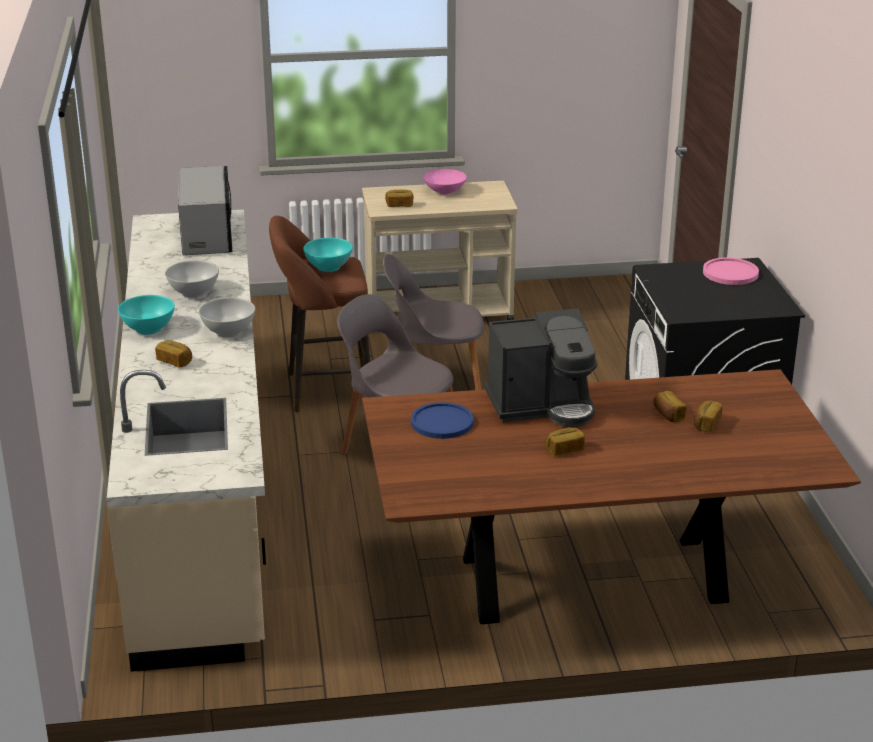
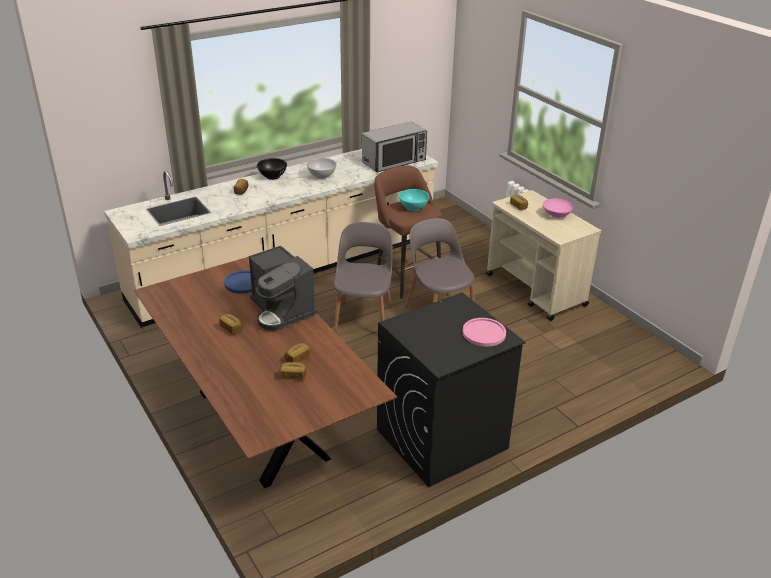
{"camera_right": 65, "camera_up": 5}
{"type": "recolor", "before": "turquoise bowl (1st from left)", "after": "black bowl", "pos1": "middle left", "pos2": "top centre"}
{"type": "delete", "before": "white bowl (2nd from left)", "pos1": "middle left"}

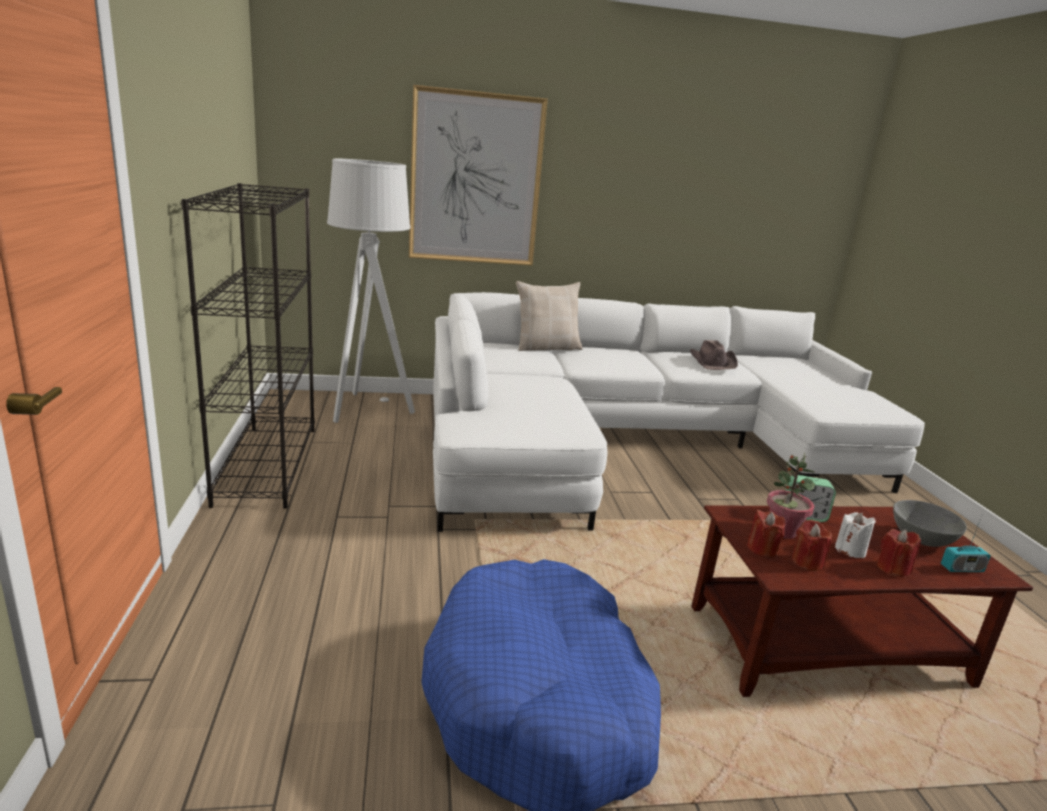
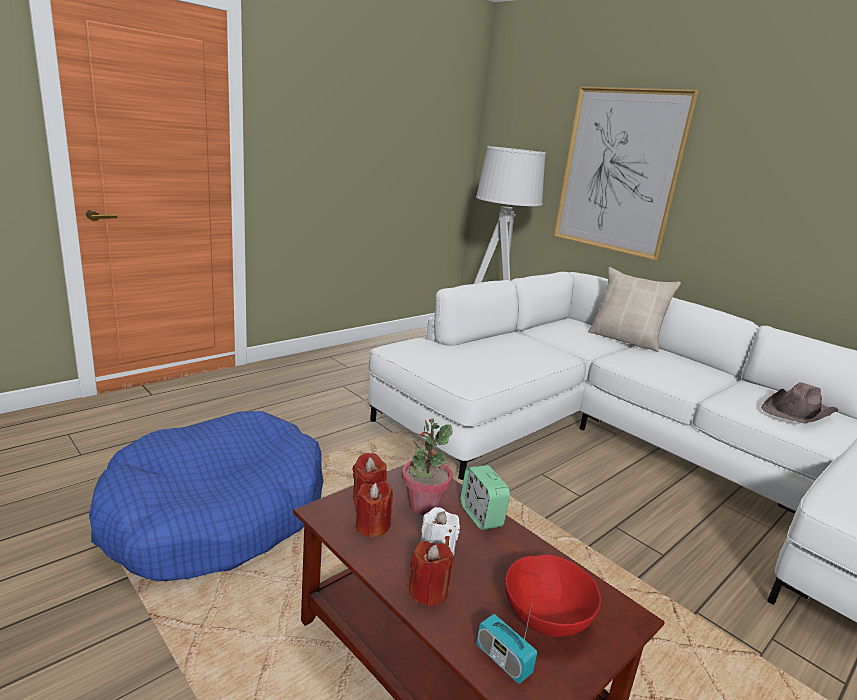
{"camera_right": 55, "camera_up": 0}
{"type": "delete", "before": "black bookcase", "pos1": "middle left"}
{"type": "recolor", "before": "grey bowl", "after": "red bowl", "pos1": "middle right", "pos2": "bottom centre"}

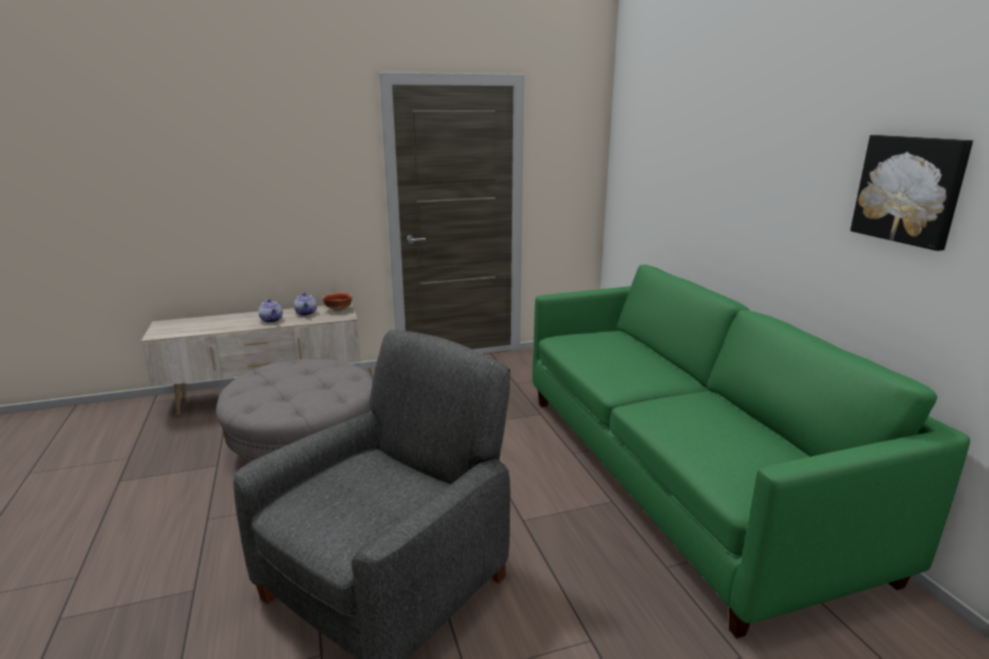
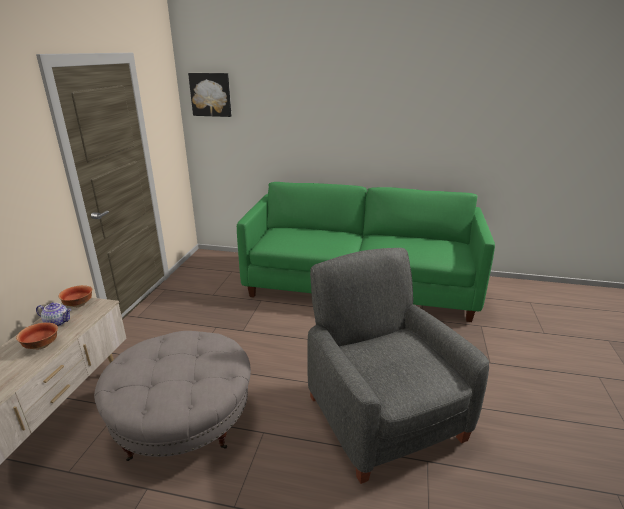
{"camera_right": -60, "camera_up": 5}
{"type": "replace", "before": "teapot (1st from left)", "after": "bowl (1st from left)", "pos1": "middle left", "pos2": "middle left"}
{"type": "move", "before": "picture", "pos1": "top right", "pos2": "top centre"}

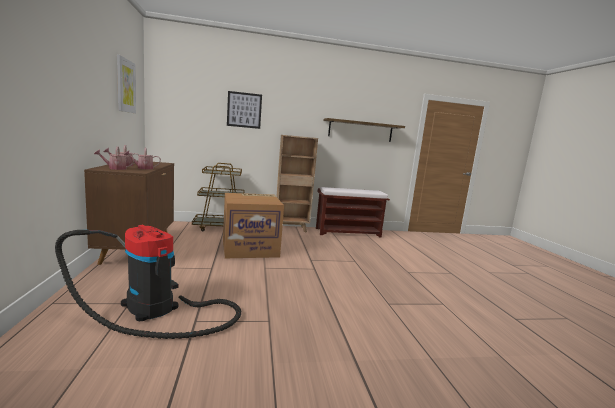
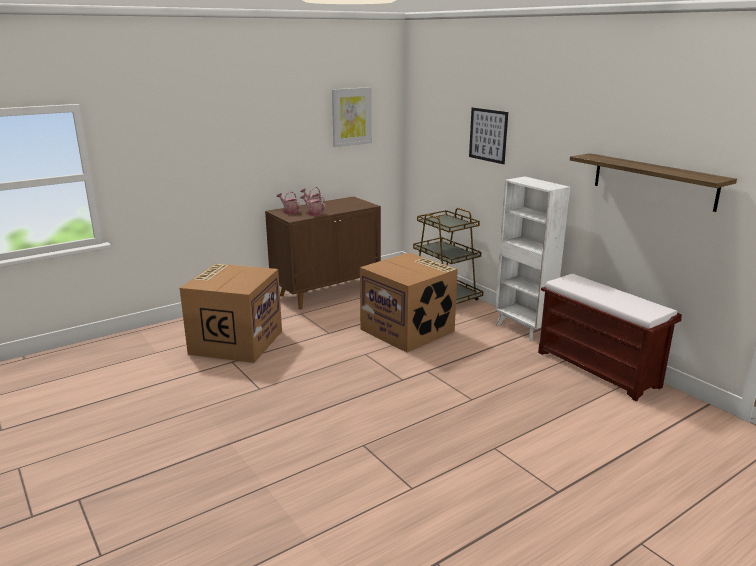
{"camera_right": 65, "camera_up": 10}
{"type": "replace", "before": "vacuum cleaner", "after": "cardboard box (1st from left)", "pos1": "bottom left", "pos2": "middle left"}
{"type": "recolor", "before": "brown bookcase", "after": "white bookcase", "pos1": "centre", "pos2": "middle right"}

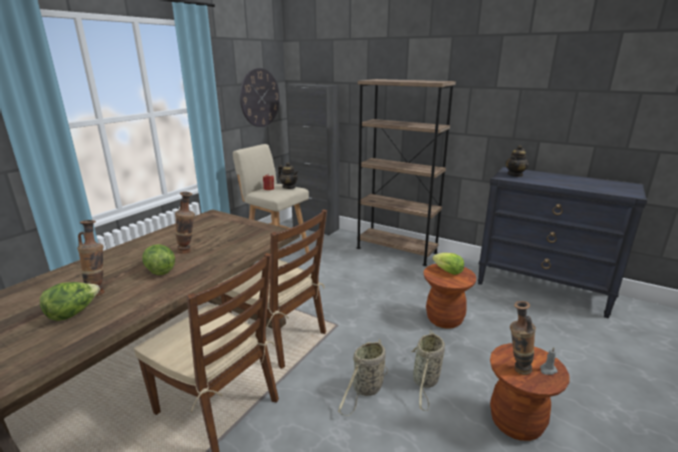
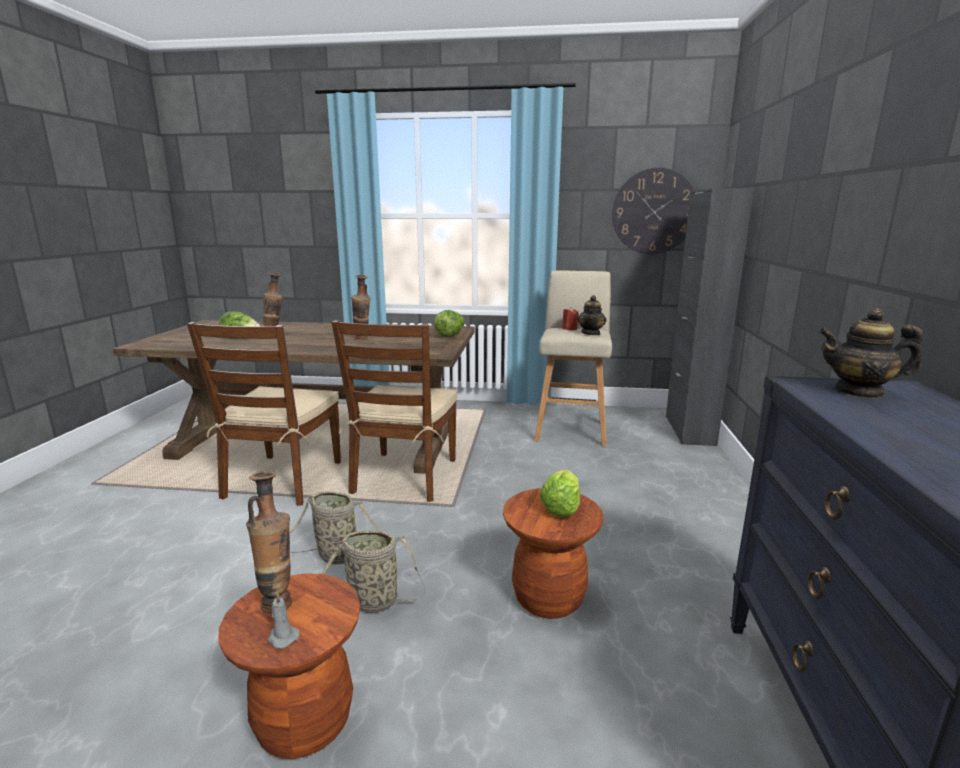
{"camera_right": 65, "camera_up": -5}
{"type": "move", "before": "lettuce (2nd from left)", "pos1": "middle left", "pos2": "centre"}
{"type": "delete", "before": "brown bookcase", "pos1": "centre"}

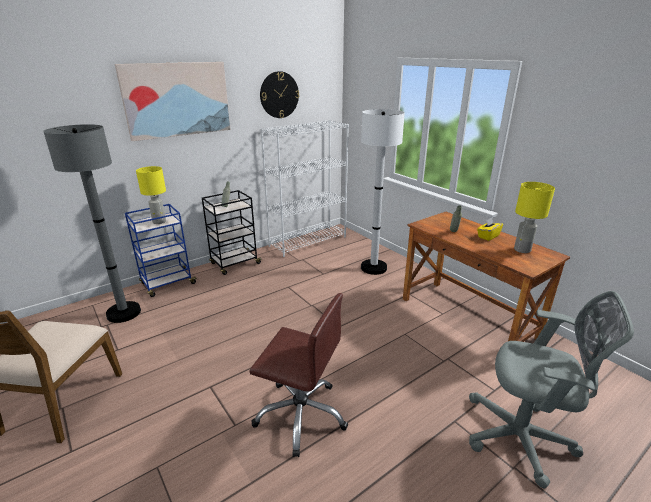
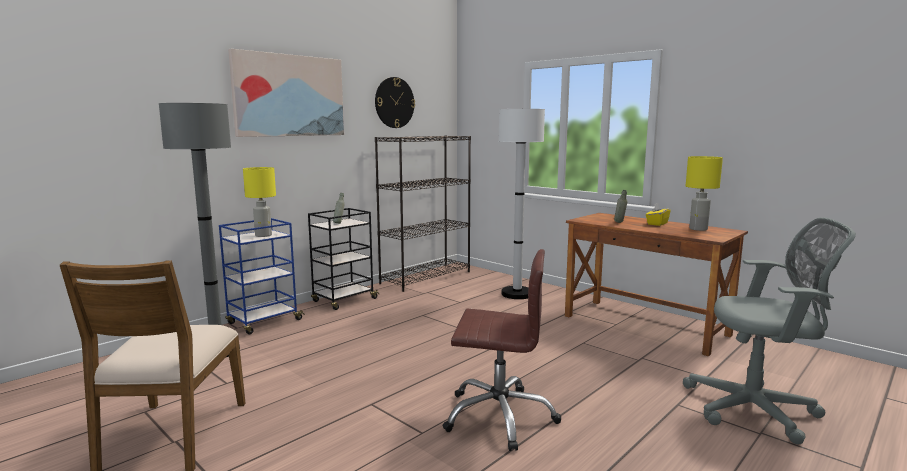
{"camera_right": -10, "camera_up": -15}
{"type": "recolor", "before": "white bookcase", "after": "black bookcase", "pos1": "centre", "pos2": "centre"}

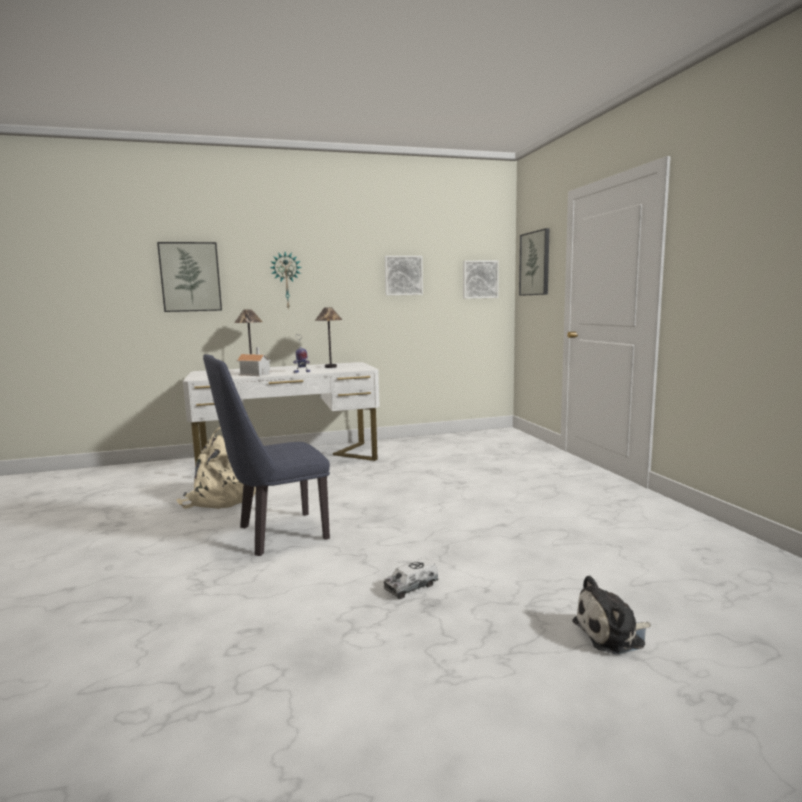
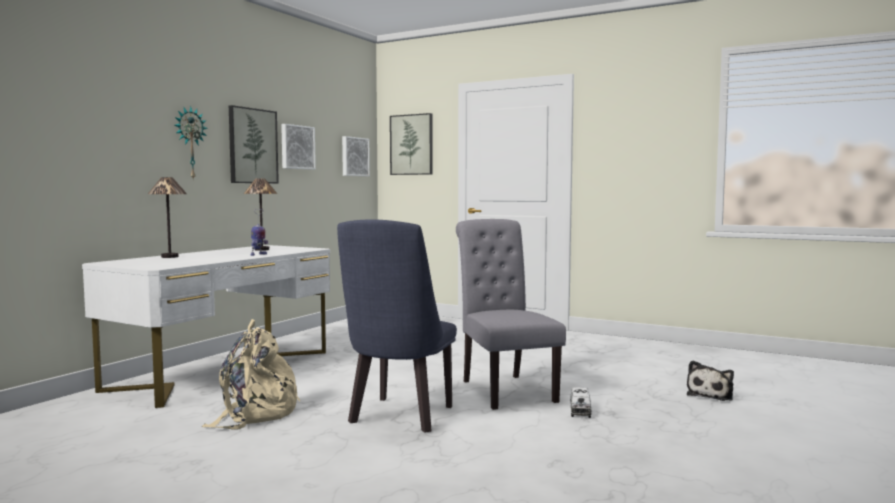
{"camera_right": -45, "camera_up": -5}
{"type": "move", "before": "picture (1st from left)", "pos1": "middle left", "pos2": "top left"}
{"type": "delete", "before": "toy house", "pos1": "middle left"}
{"type": "insert", "after": "grey chair", "pos2": "centre"}

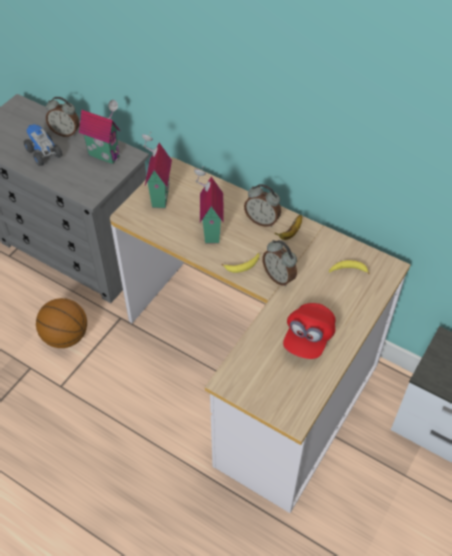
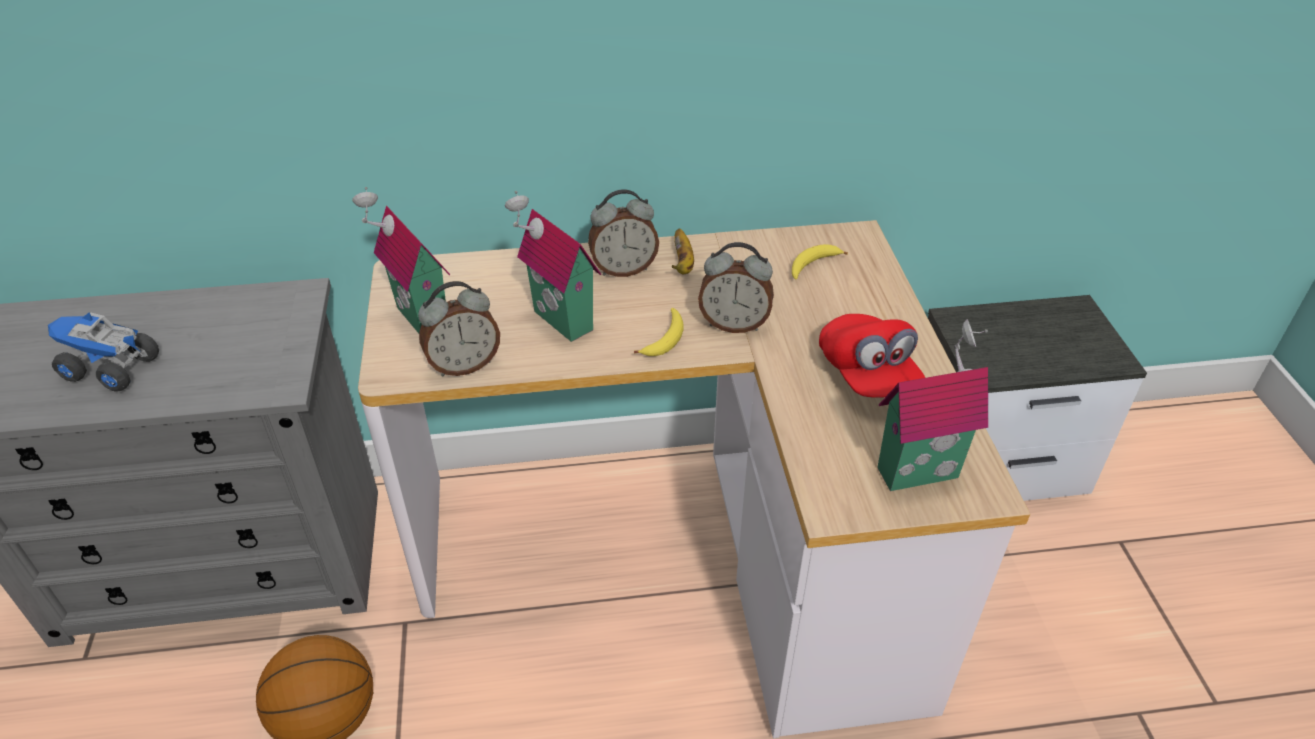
{"camera_right": -40, "camera_up": -10}
{"type": "move", "before": "alarm clock (1st from left)", "pos1": "top left", "pos2": "centre"}
{"type": "move", "before": "toy house (1st from left in the first image)", "after": "toy house (3rd from left)", "pos1": "top left", "pos2": "middle right"}

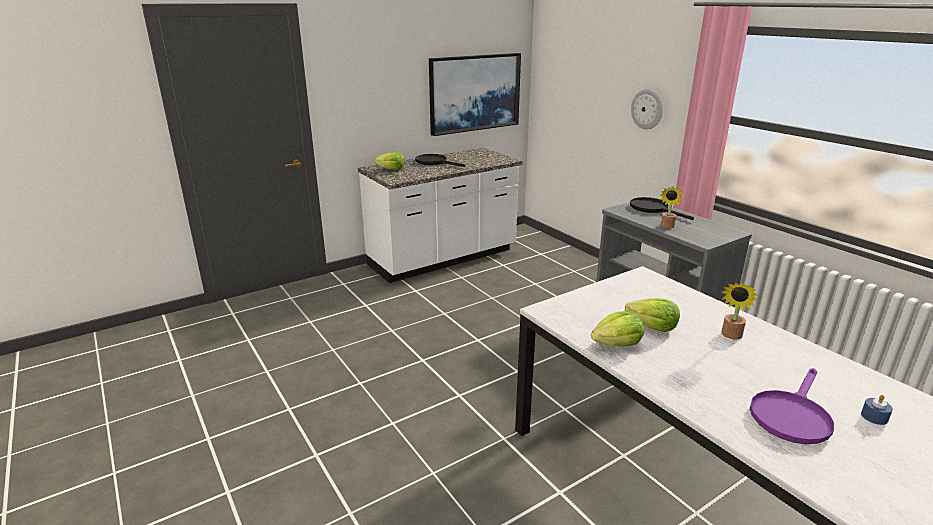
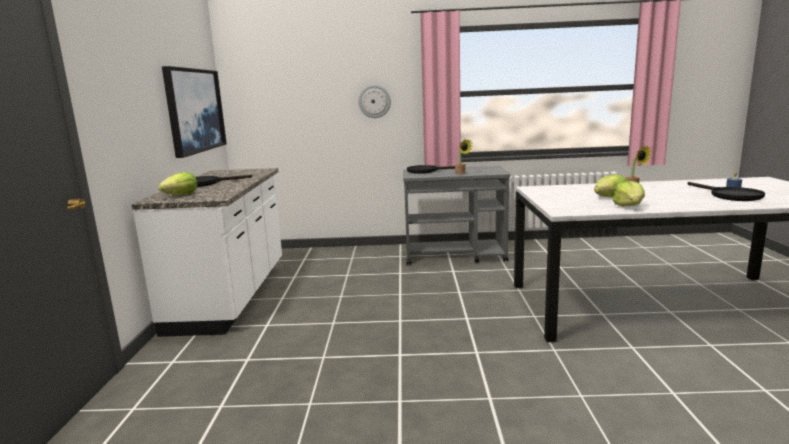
{"camera_right": -55, "camera_up": -10}
{"type": "recolor", "before": "purple frying pan", "after": "black frying pan (3rd from left)", "pos1": "bottom right", "pos2": "middle right"}

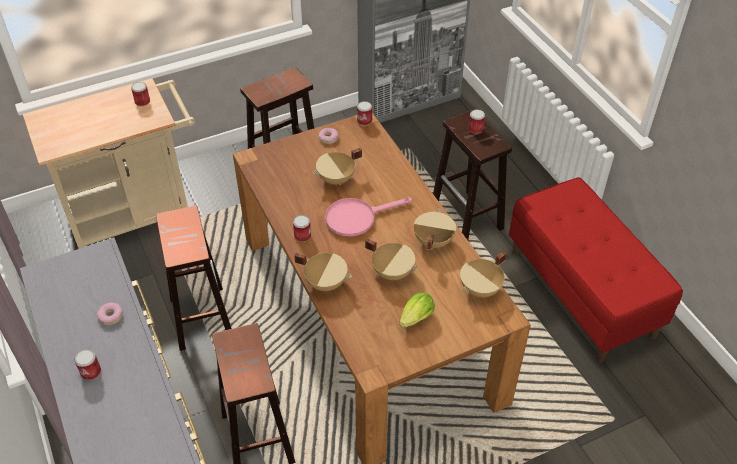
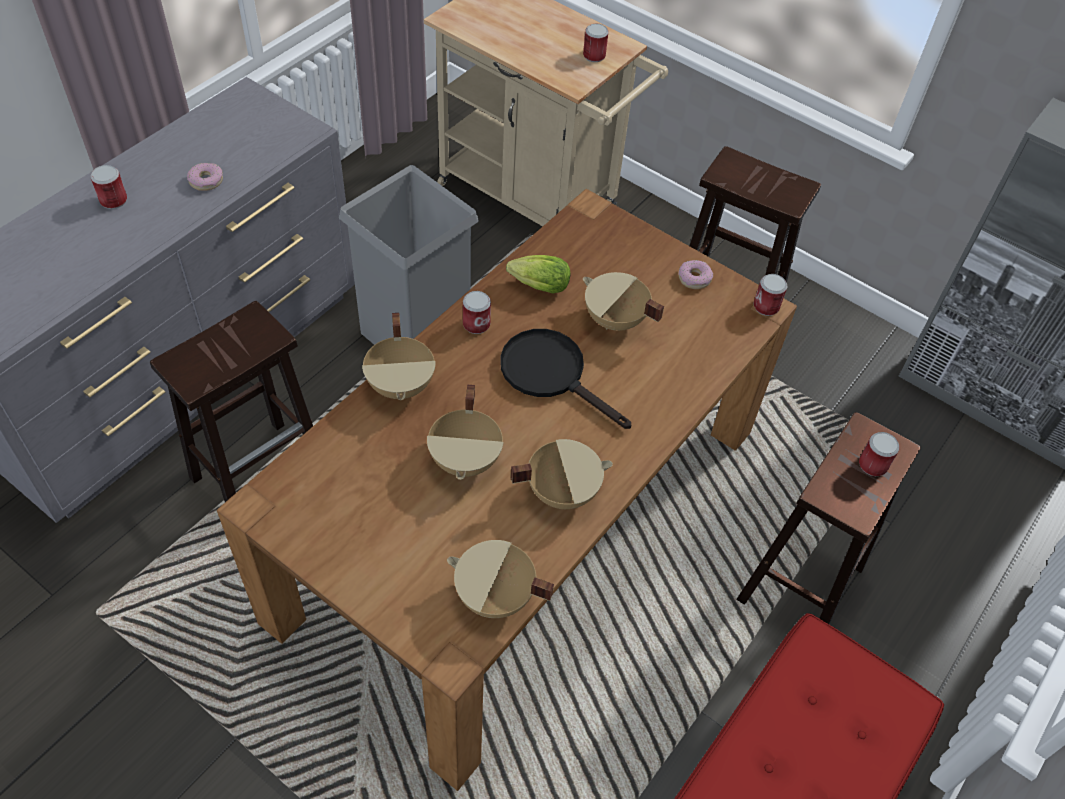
{"camera_right": 60, "camera_up": 5}
{"type": "replace", "before": "brown stool (1st from left)", "after": "grey trash can", "pos1": "middle left", "pos2": "top centre"}
{"type": "recolor", "before": "pink frying pan", "after": "black frying pan", "pos1": "centre", "pos2": "centre"}
{"type": "move", "before": "lettuce", "pos1": "bottom centre", "pos2": "centre"}

